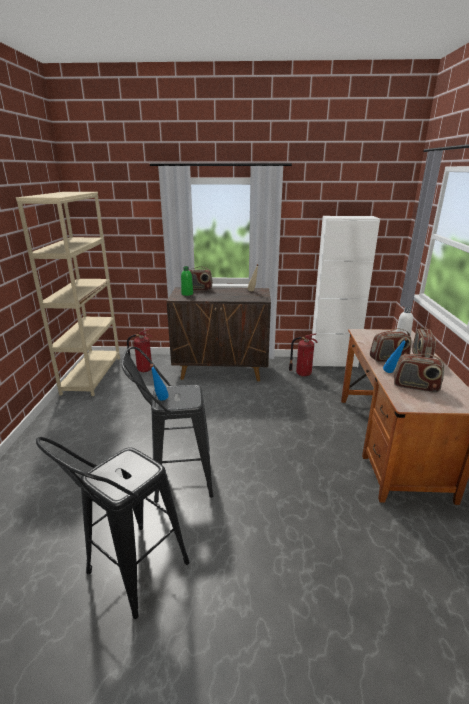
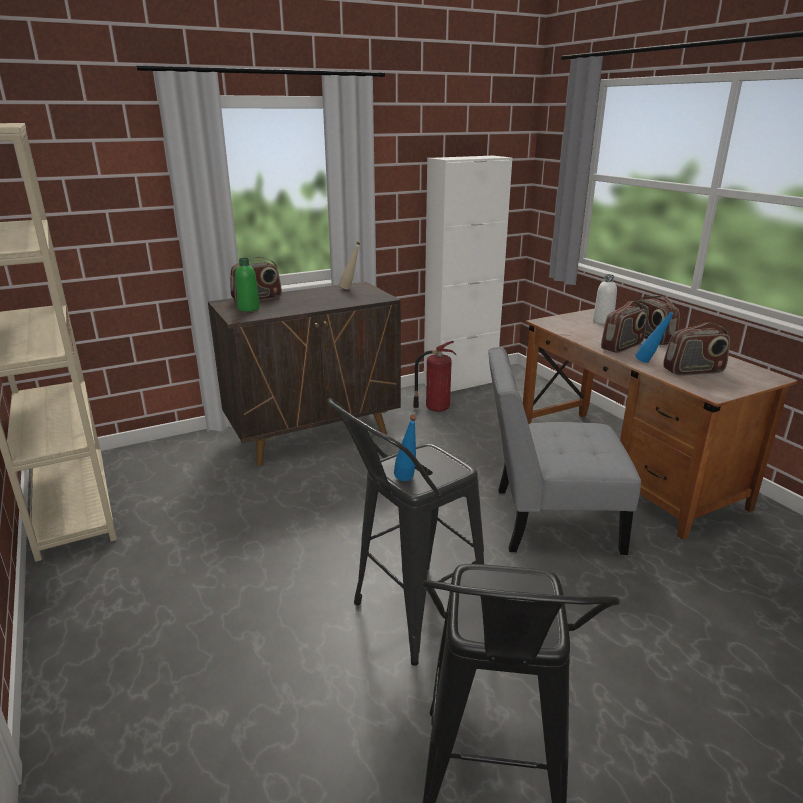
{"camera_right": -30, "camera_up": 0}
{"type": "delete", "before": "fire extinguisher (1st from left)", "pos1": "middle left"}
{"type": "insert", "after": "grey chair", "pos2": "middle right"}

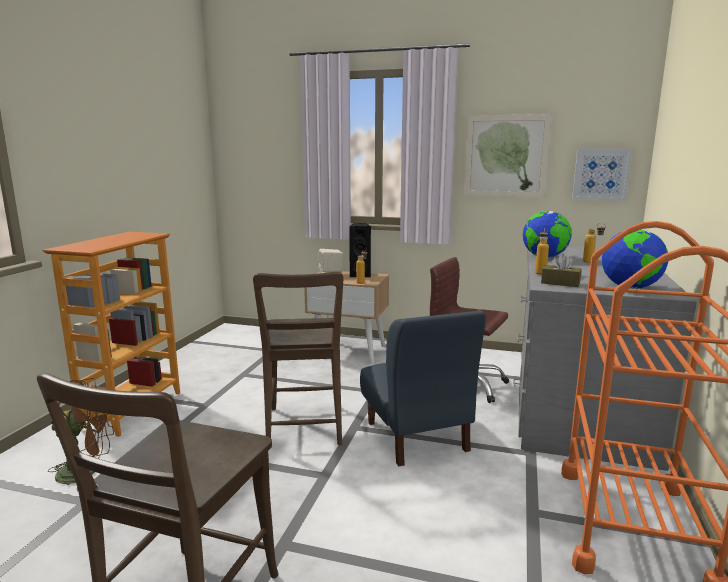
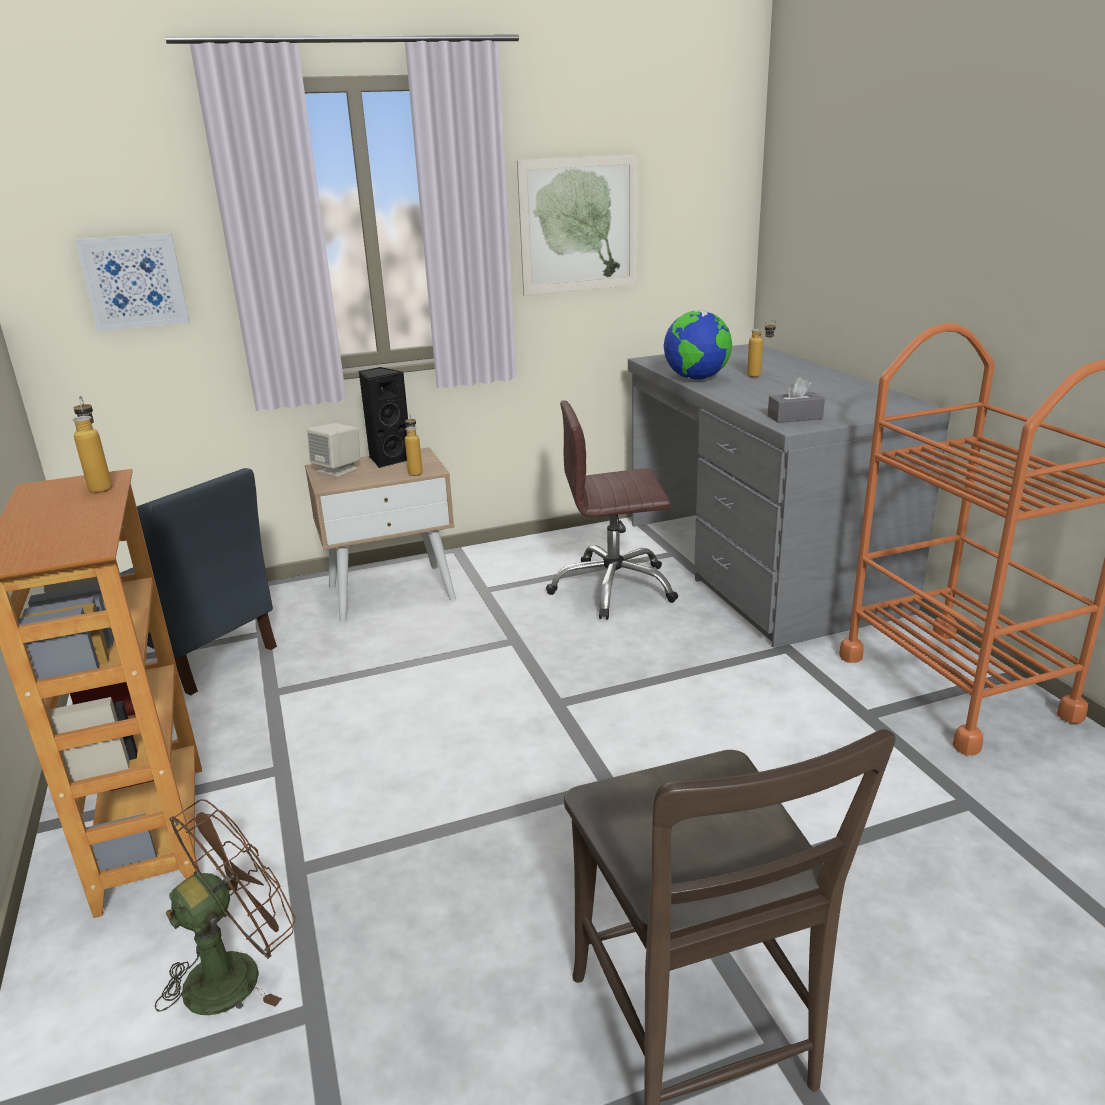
{"camera_right": -35, "camera_up": 10}
{"type": "delete", "before": "brown chair (2nd from left)", "pos1": "centre"}
{"type": "move", "before": "blue chair", "pos1": "bottom centre", "pos2": "middle left"}
{"type": "move", "before": "bottle (2nd from left in the first image)", "after": "bottle (1st from left)", "pos1": "middle right", "pos2": "middle left"}
{"type": "recolor", "before": "brown tissue box", "after": "grey tissue box", "pos1": "middle right", "pos2": "middle right"}
{"type": "move", "before": "picture (2nd from left in the first image)", "after": "picture (1st from left)", "pos1": "top right", "pos2": "top left"}
{"type": "delete", "before": "globe (2nd from left)", "pos1": "middle right"}

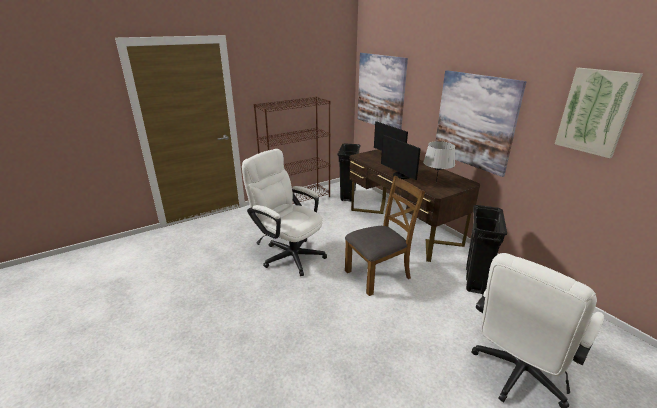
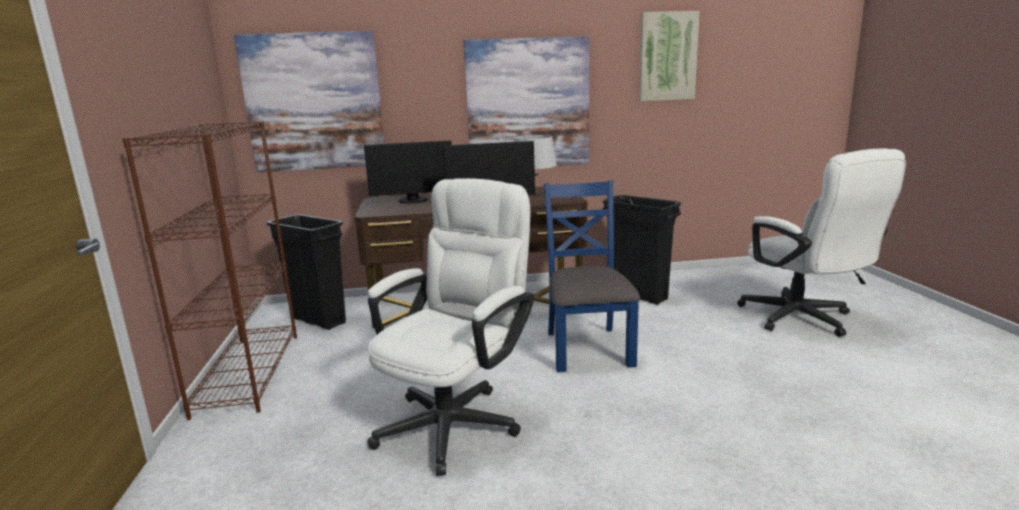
{"camera_right": -65, "camera_up": -10}
{"type": "rotate", "before": "white office chair (1st from left)", "pos1": "centre", "pos2": "centre", "turn": 150}
{"type": "recolor", "before": "brown chair", "after": "blue chair", "pos1": "centre", "pos2": "centre"}

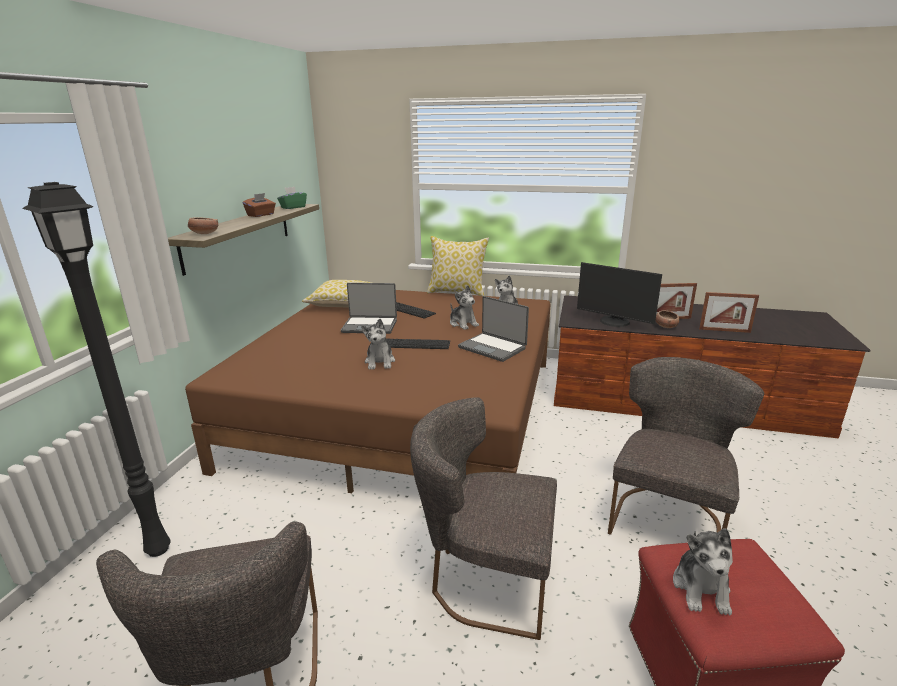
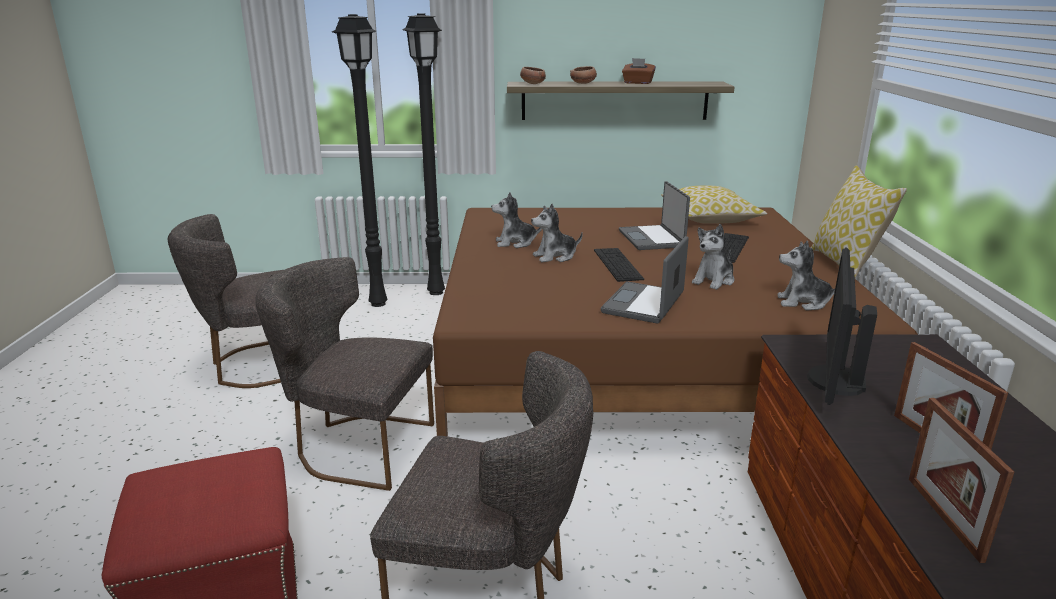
{"camera_right": 75, "camera_up": 0}
{"type": "delete", "before": "green tissue box", "pos1": "top left"}
{"type": "rotate", "before": "grey chair (2nd from left)", "pos1": "bottom centre", "pos2": "middle left", "turn": -75}
{"type": "move", "before": "bowl (2nd from left)", "pos1": "middle right", "pos2": "top centre"}
{"type": "move", "before": "plush toy (4th from left in the first image)", "after": "plush toy (1st from left)", "pos1": "bottom right", "pos2": "centre"}
{"type": "insert", "after": "black floor lamp (2nd from left)", "pos2": "top centre"}

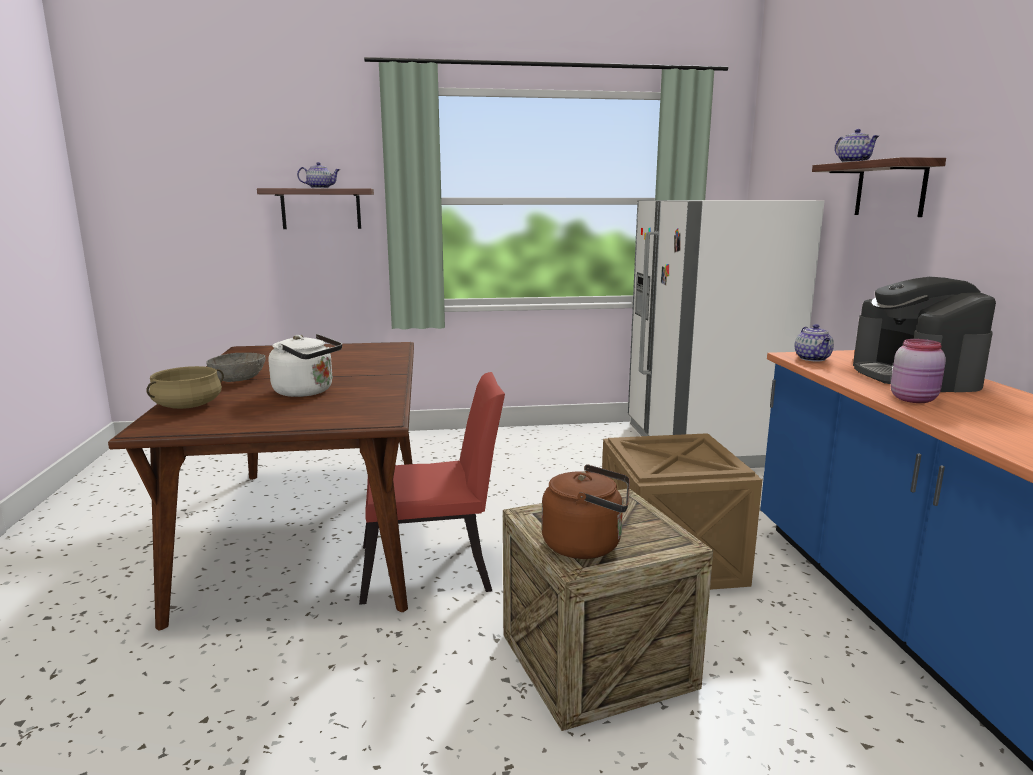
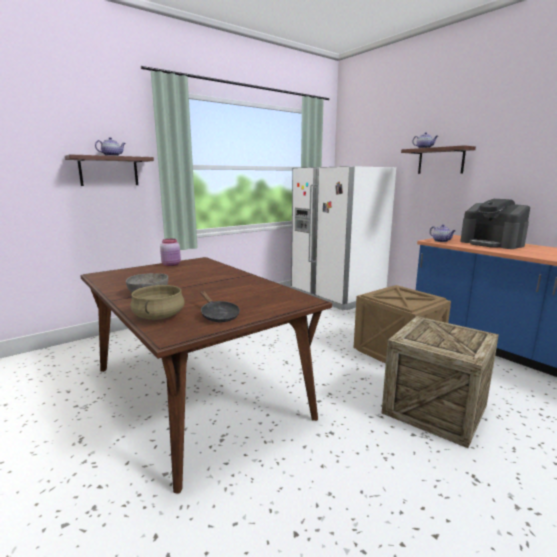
{"camera_right": -30, "camera_up": 0}
{"type": "delete", "before": "white kettle", "pos1": "middle left"}
{"type": "delete", "before": "red chair", "pos1": "centre"}
{"type": "delete", "before": "brown kettle", "pos1": "centre"}
{"type": "move", "before": "pink jar", "pos1": "middle right", "pos2": "middle left"}
{"type": "insert", "after": "black frying pan", "pos2": "centre"}

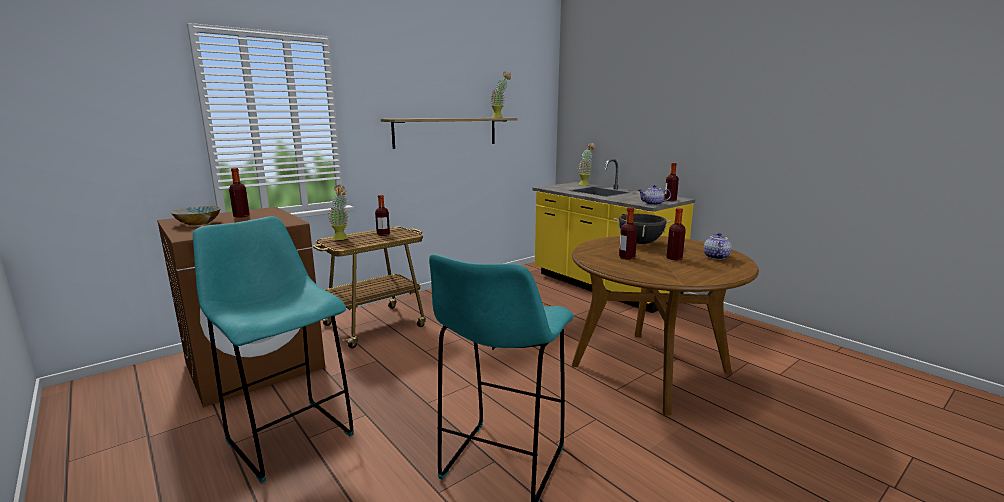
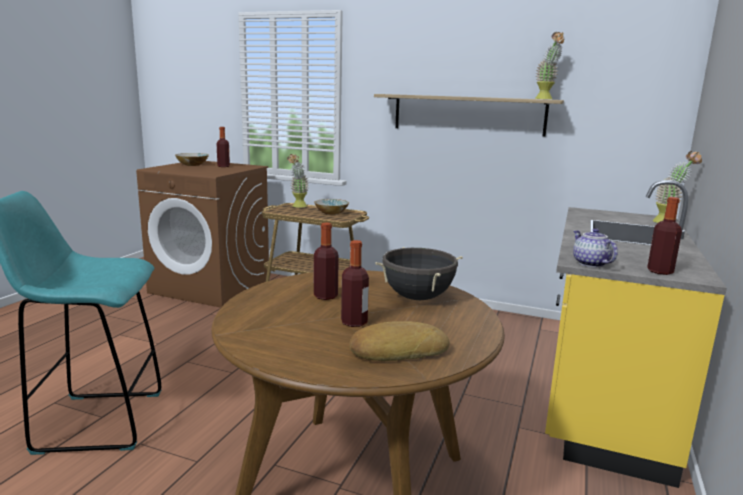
{"camera_right": 60, "camera_up": 0}
{"type": "delete", "before": "turquoise stool (1st from left)", "pos1": "bottom left"}
{"type": "replace", "before": "bottle (2nd from left)", "after": "bowl (2nd from left)", "pos1": "centre", "pos2": "centre"}
{"type": "replace", "before": "teapot (2nd from left)", "after": "bread", "pos1": "middle right", "pos2": "bottom centre"}

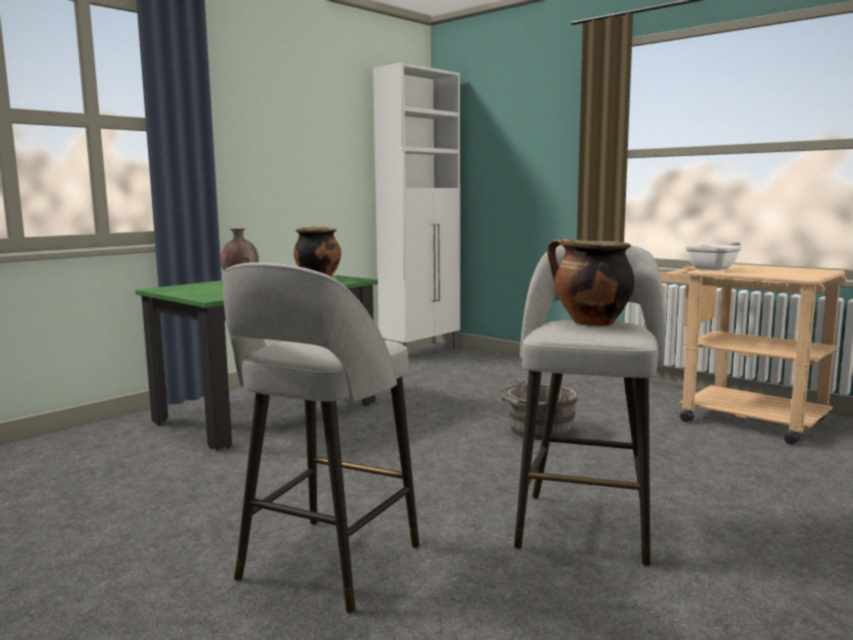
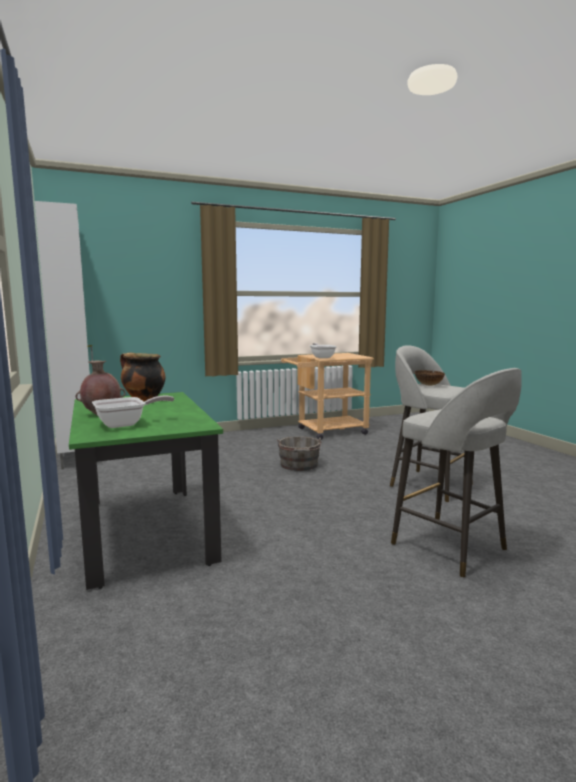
{"camera_right": -65, "camera_up": 0}
{"type": "replace", "before": "cooking pot (2nd from left)", "after": "bowl", "pos1": "middle right", "pos2": "middle right"}
{"type": "insert", "after": "frying pan (1st from left)", "pos2": "middle left"}

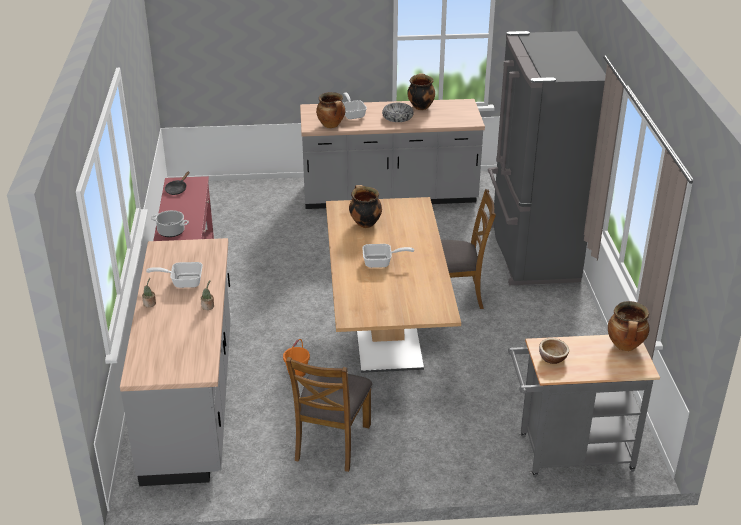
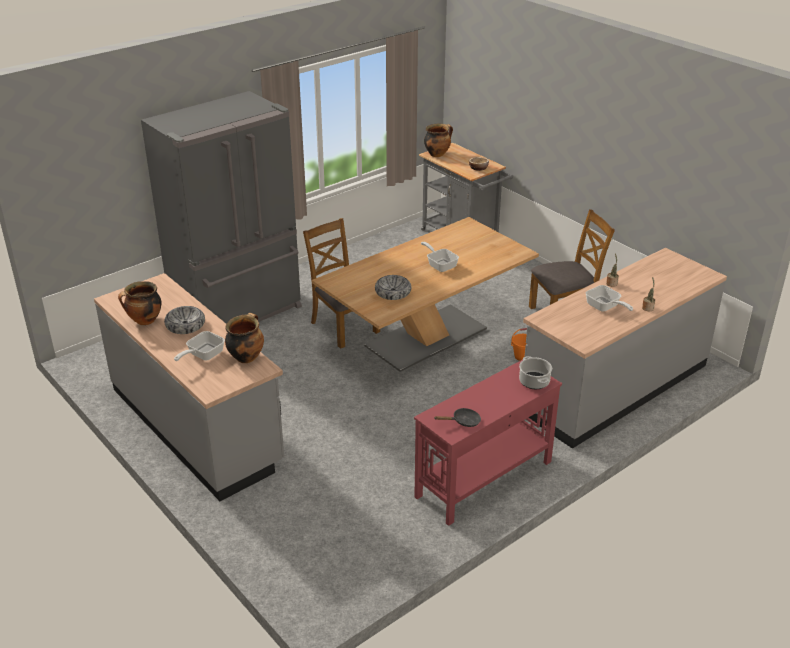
{"camera_right": -125, "camera_up": 0}
{"type": "replace", "before": "cooking pot (3rd from left)", "after": "bowl (2nd from left)", "pos1": "centre", "pos2": "centre"}

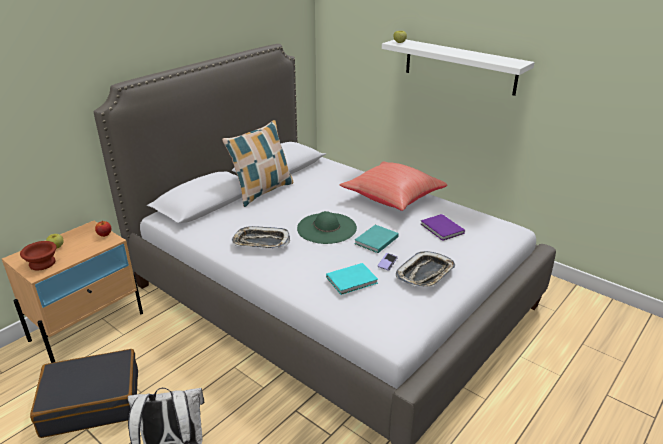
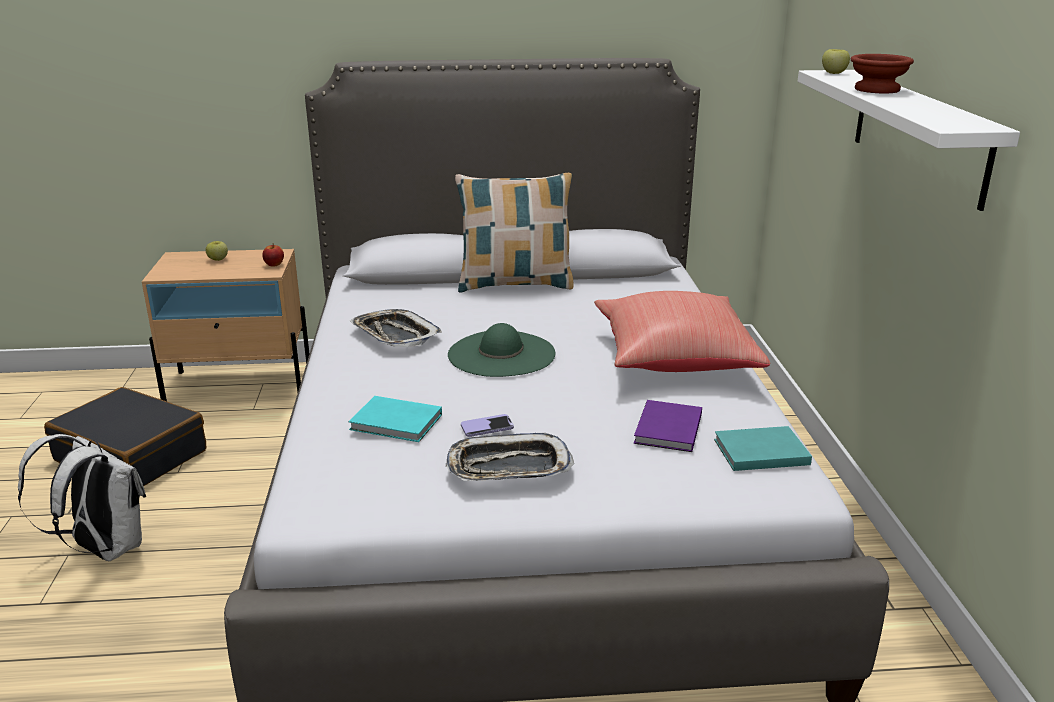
{"camera_right": 45, "camera_up": -5}
{"type": "move", "before": "brown bowl", "pos1": "middle left", "pos2": "top right"}
{"type": "move", "before": "turquoise book (2nd from left)", "pos1": "centre", "pos2": "middle right"}

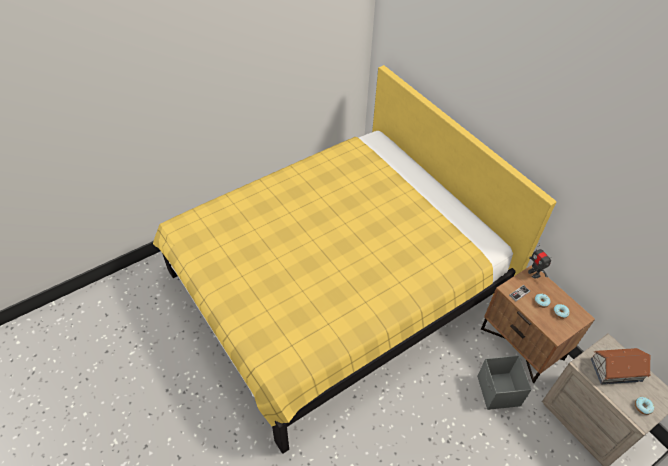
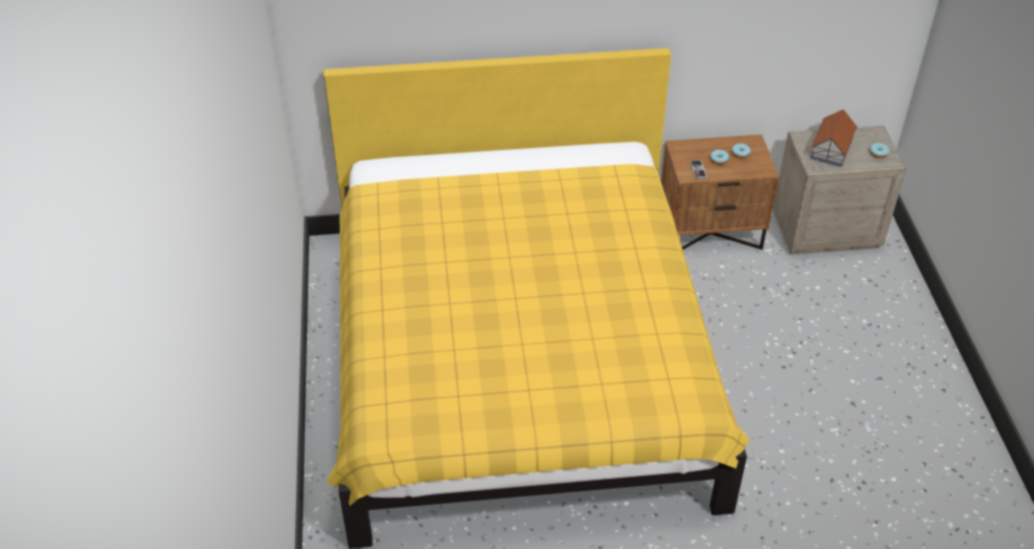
{"camera_right": -60, "camera_up": -5}
{"type": "delete", "before": "grey storage box", "pos1": "bottom right"}
{"type": "delete", "before": "toy robot", "pos1": "middle right"}

